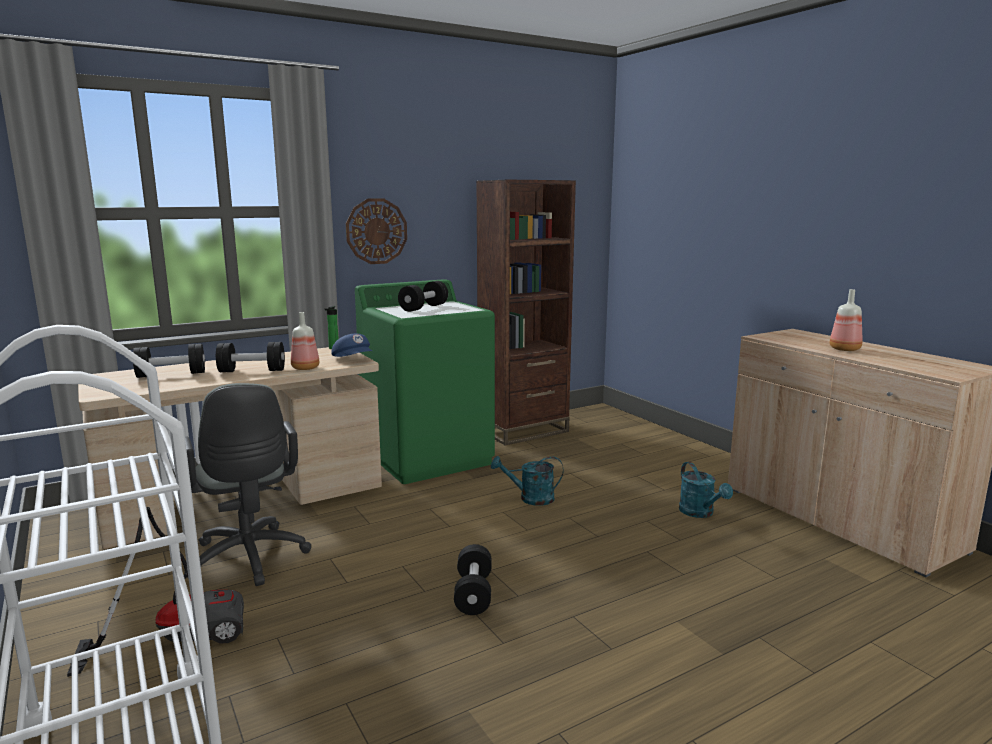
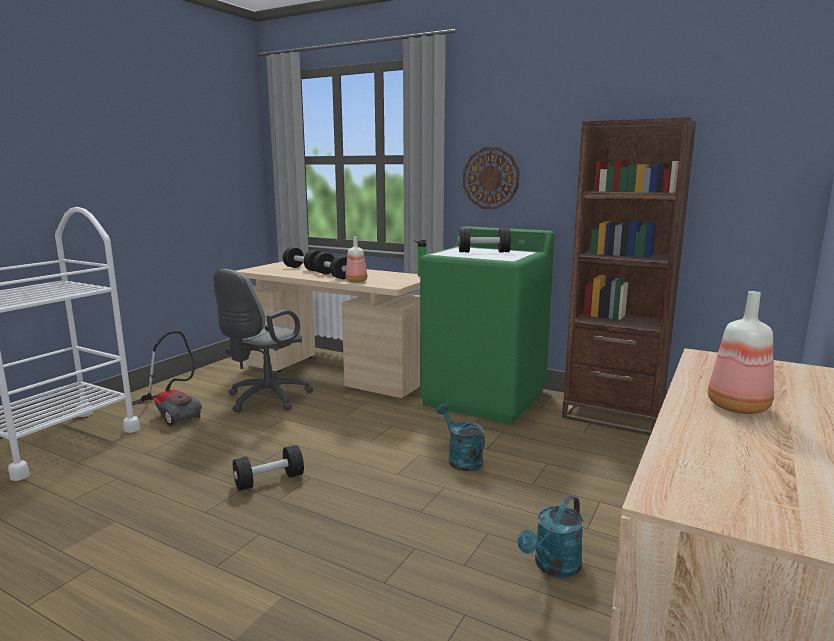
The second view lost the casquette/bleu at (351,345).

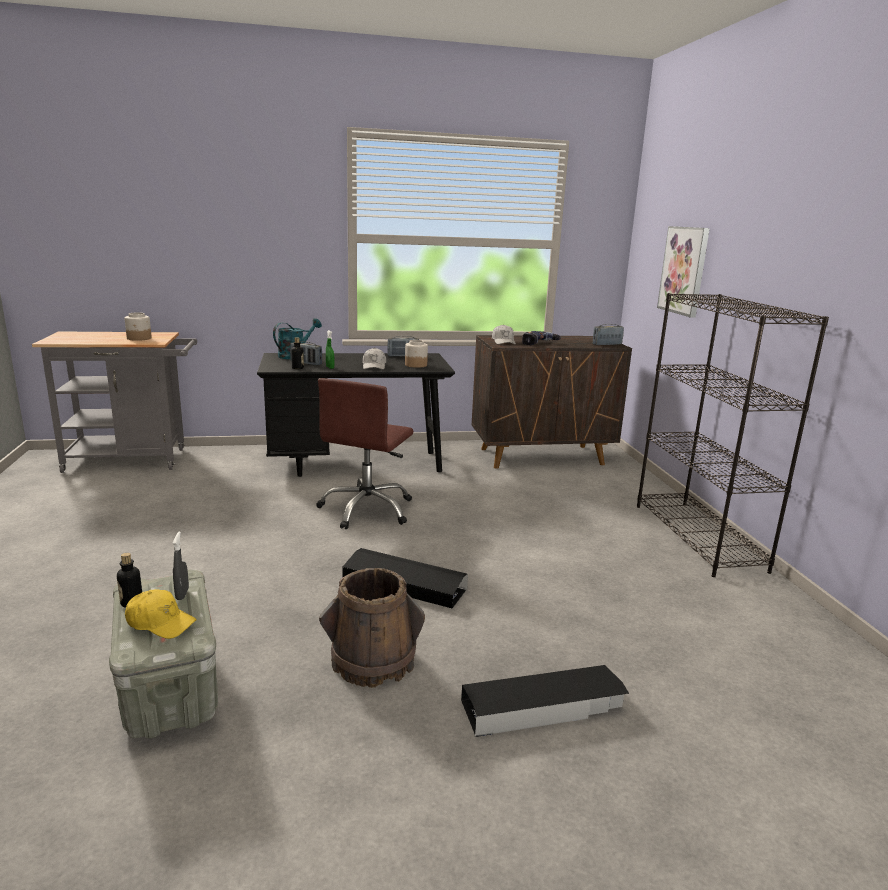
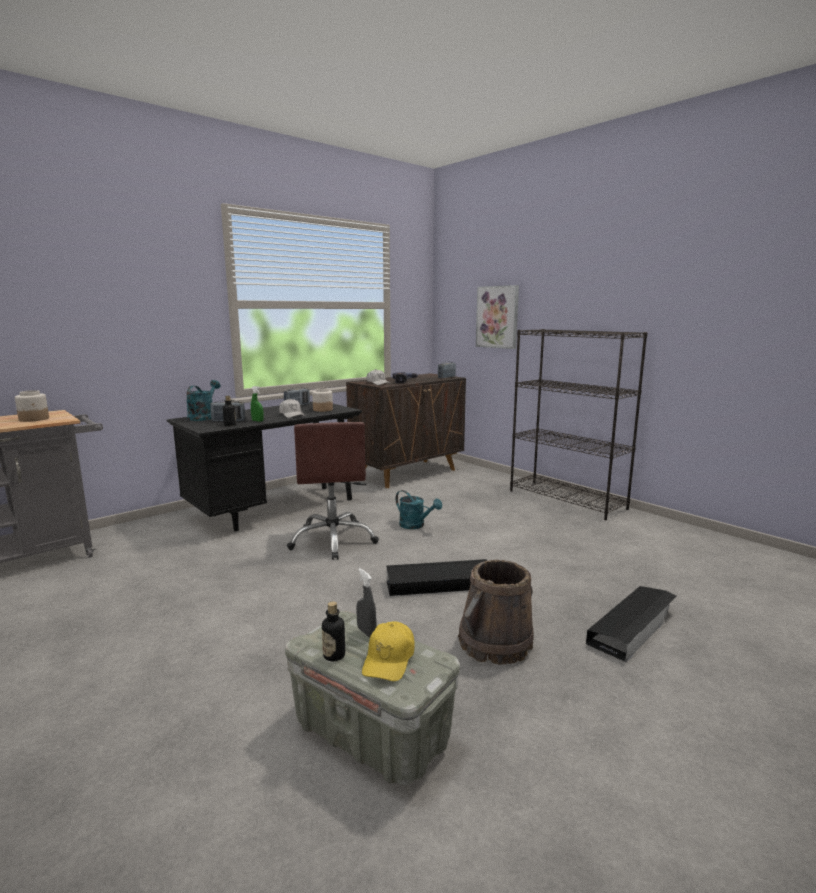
The casquette/jaune at (161,614) ended up facing another way, 120 degrees clockwise from before. The second view gained the arrosoir/turquoise at (419,509).

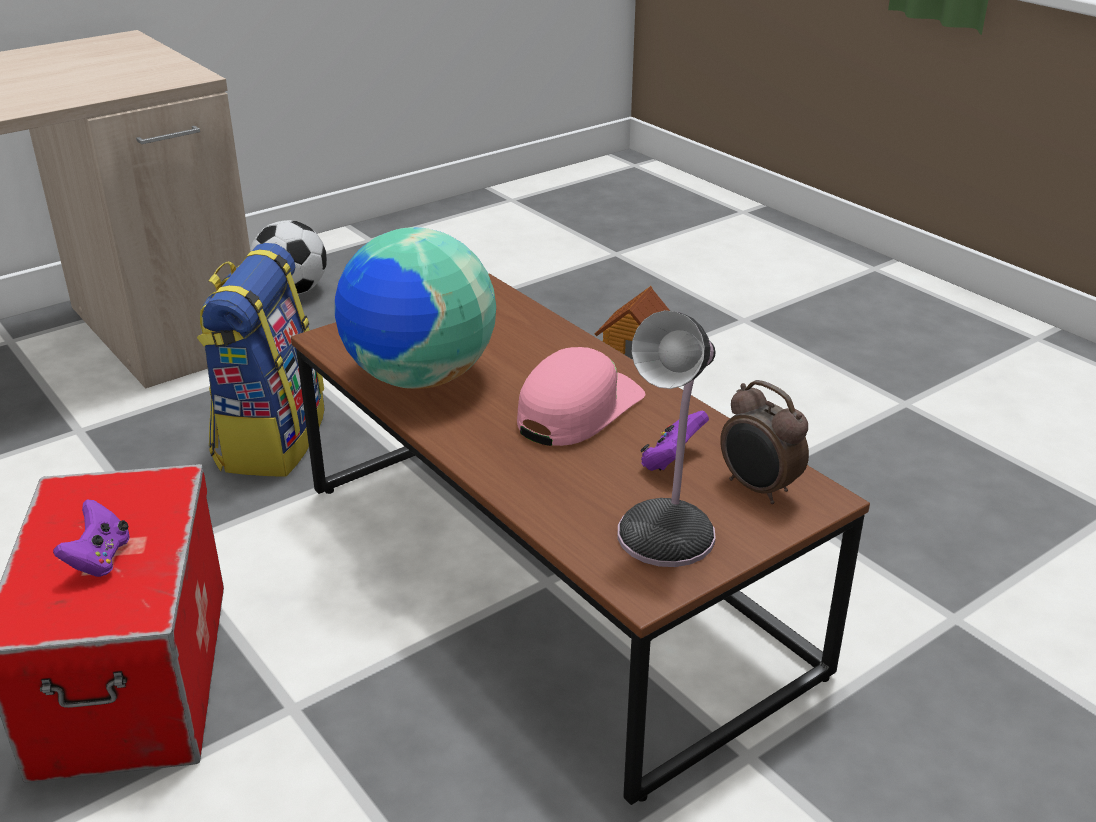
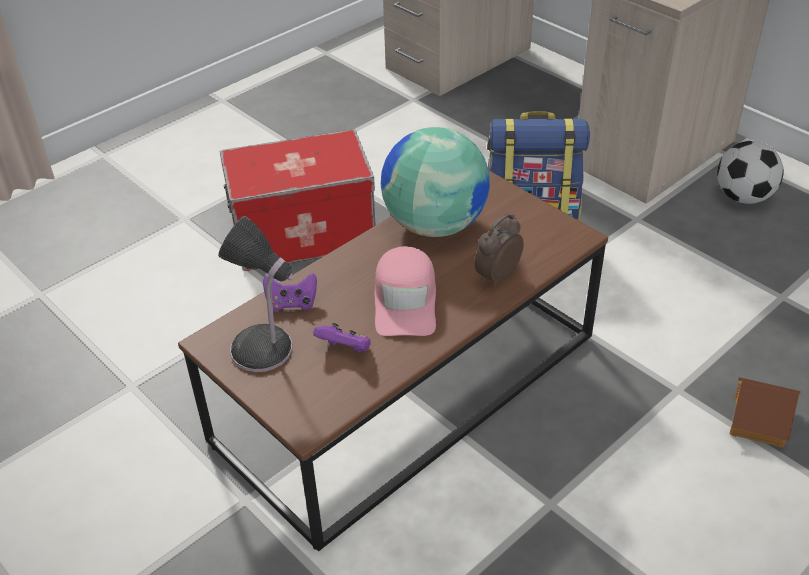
The manette/violet ended up elsewhere, having gone from (91,538) to (290,292). The casquette/rose at (581,396) ended up facing another way, 60 degrees clockwise from before. The réveil ended up elsewhere, having gone from (764,442) to (499,250).

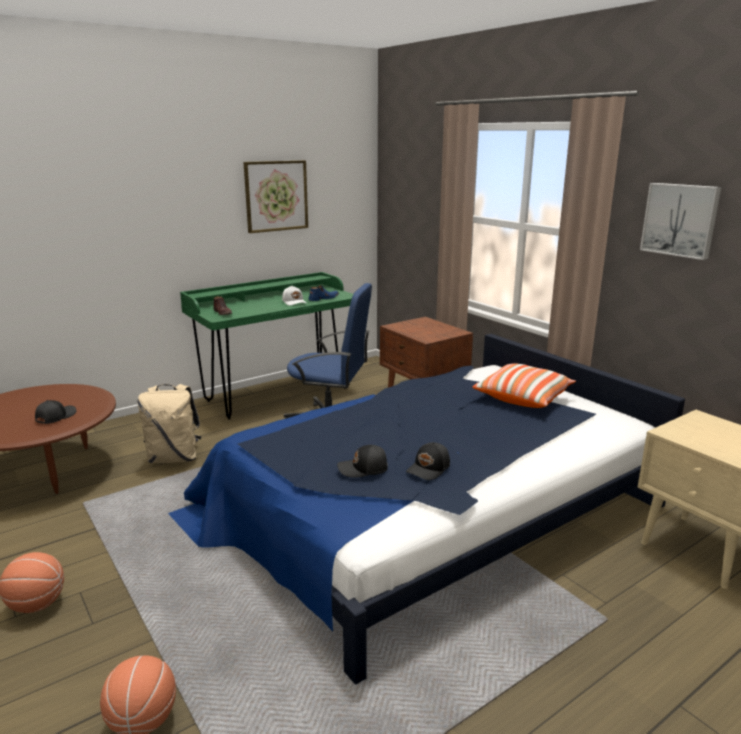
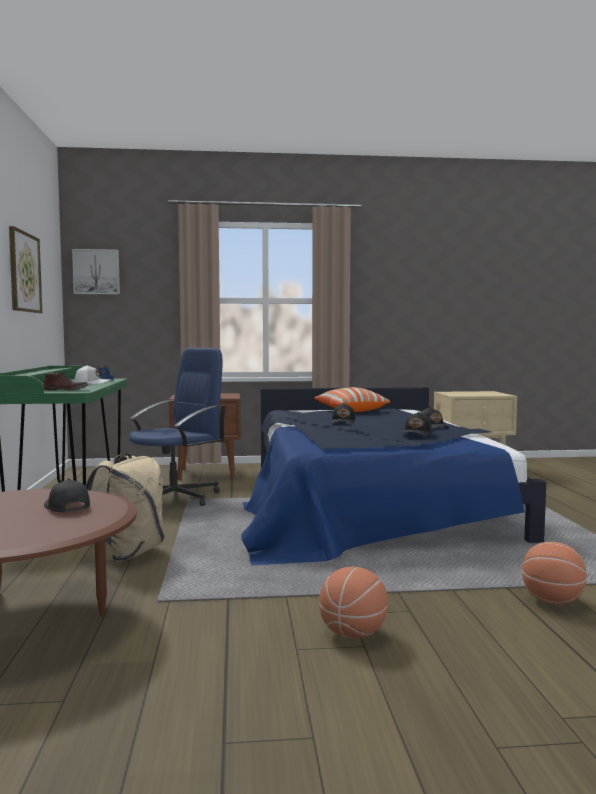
The tableau ended up elsewhere, having gone from (681,221) to (96,271). The second view gained the casquette/noir at (343,413).

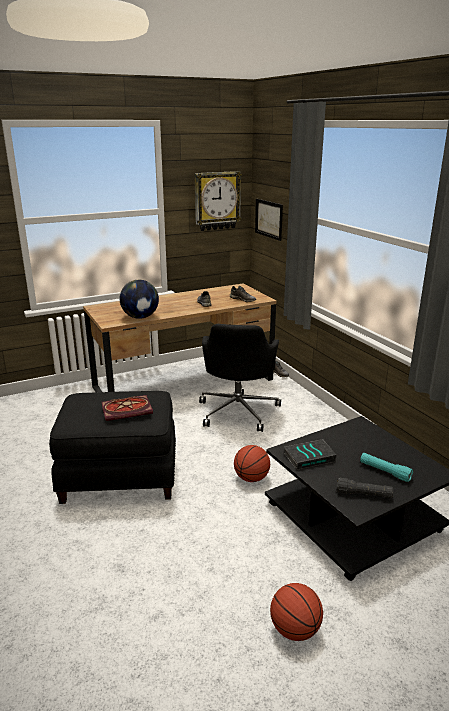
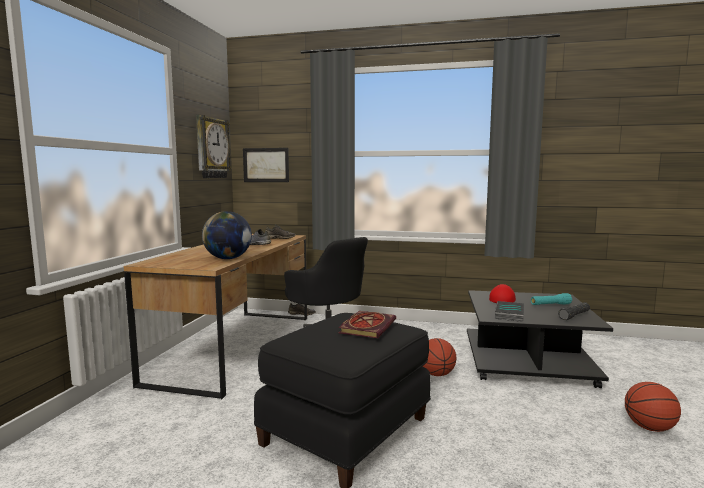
The second view gained the casquette/rouge at (502,293).

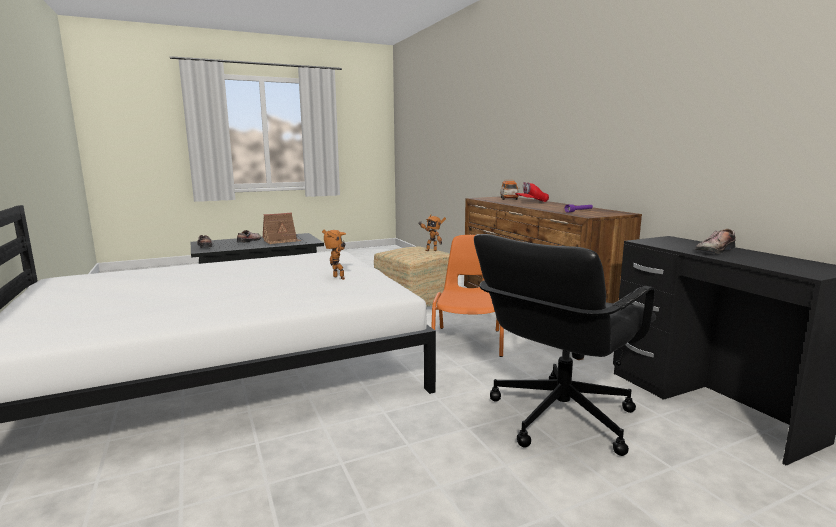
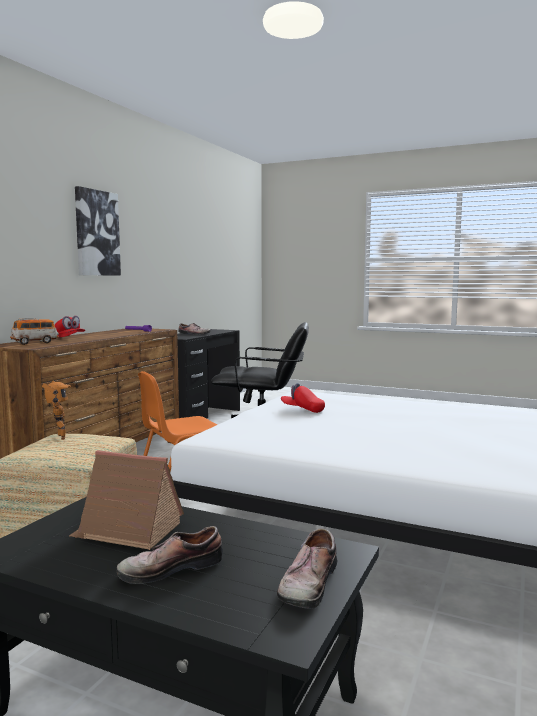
Where the robot jouet stood at (334,255), the casquette/rouge came to stand at (303,398). The second view gained the tableau at (98,231).

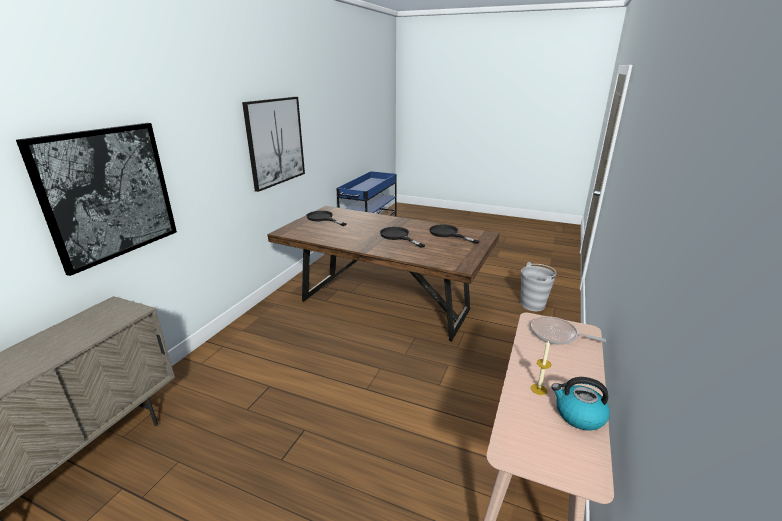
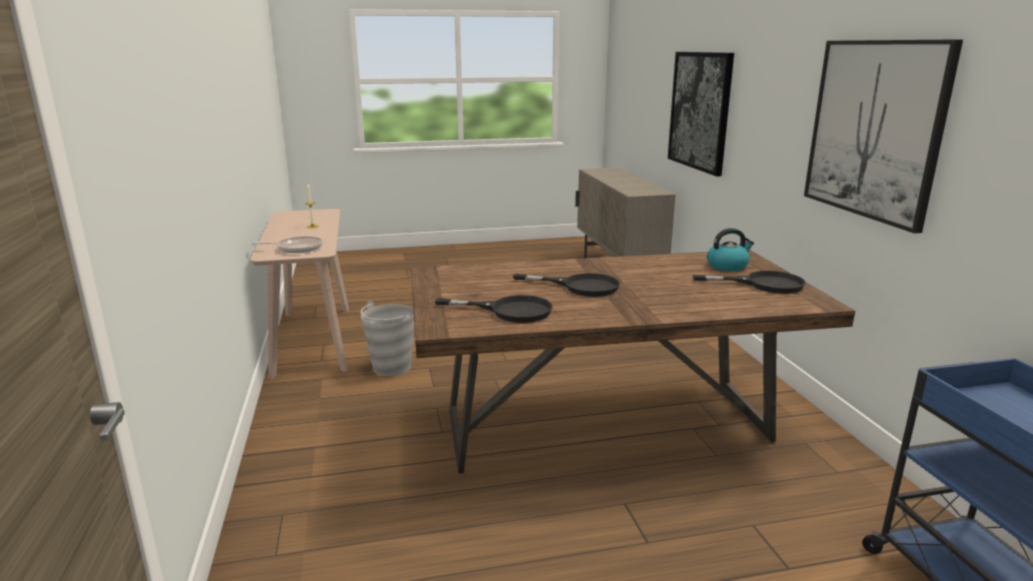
The seau/gris ended up elsewhere, having gone from (538,286) to (387,338). The bouilloire ended up elsewhere, having gone from (580,403) to (730,249).

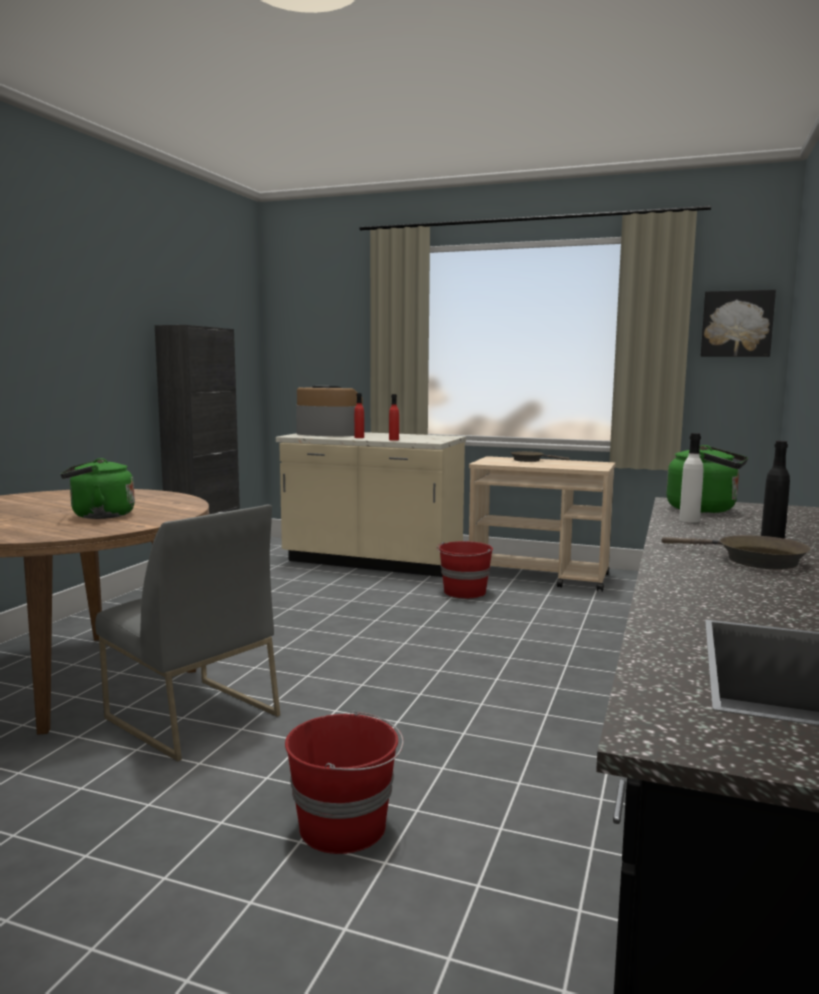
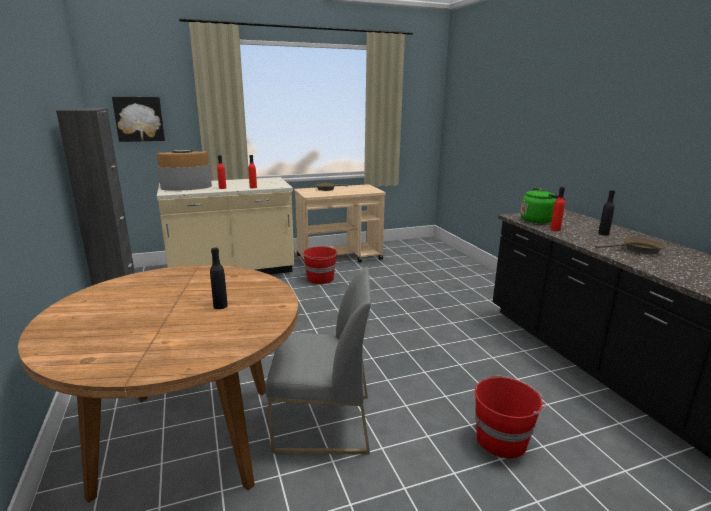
Where the bouilloire/vert stood at (98,488), the bouteille/noir came to stand at (219,278). What was the bouteille/blanc at (691,478) turned into the bouteille/rouge at (557,209). The tableau ended up elsewhere, having gone from (738,323) to (138,119).

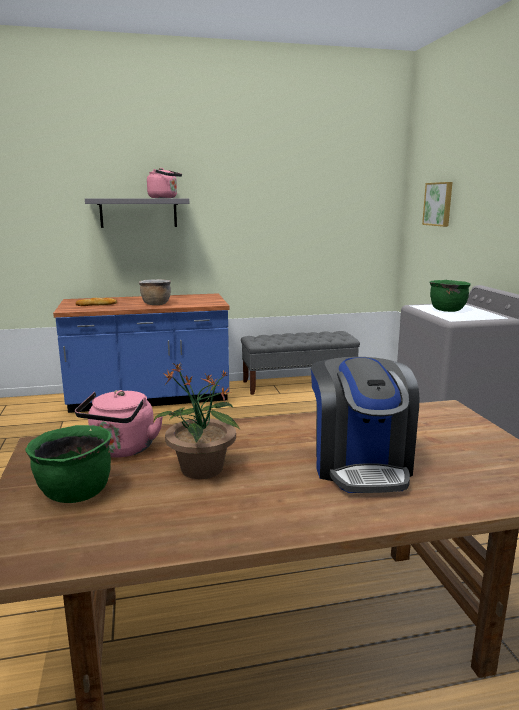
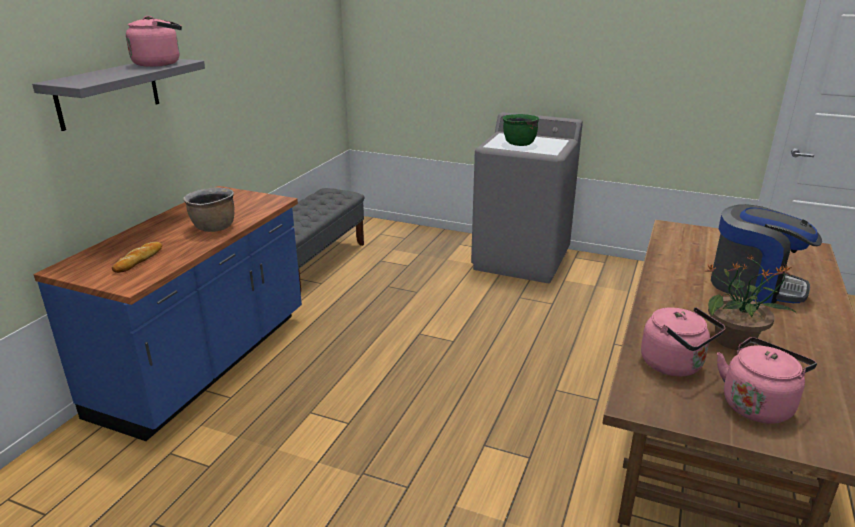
Where the marmite/vert stood at (68,464), the bouilloire/rose came to stand at (767,380). The second view lost the tableau at (437,204).

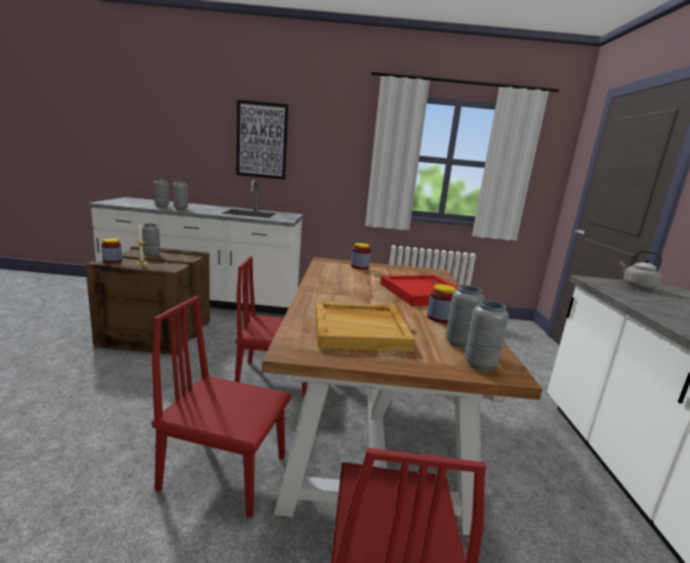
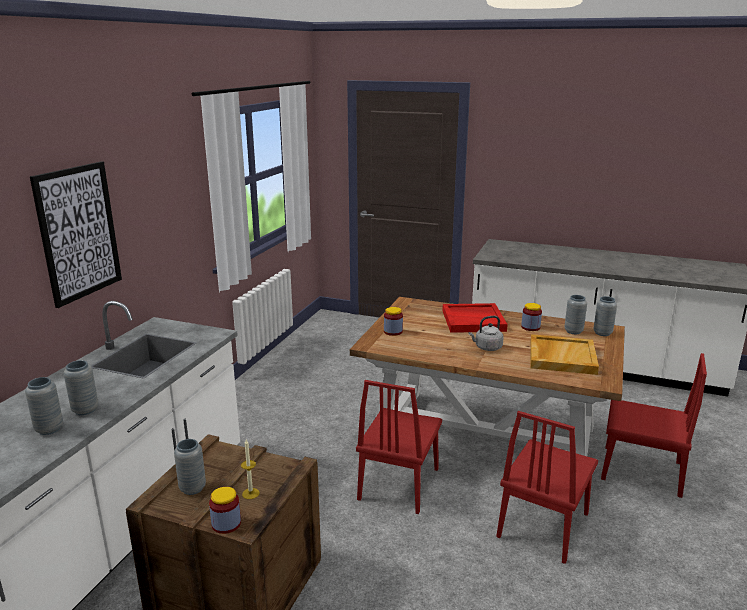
The bouilloire/gris ended up elsewhere, having gone from (641,269) to (486,333).

